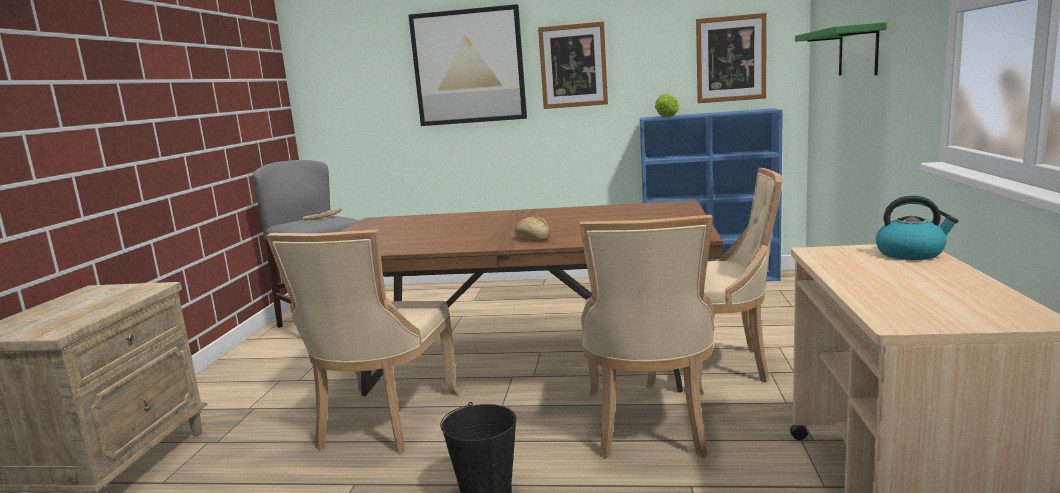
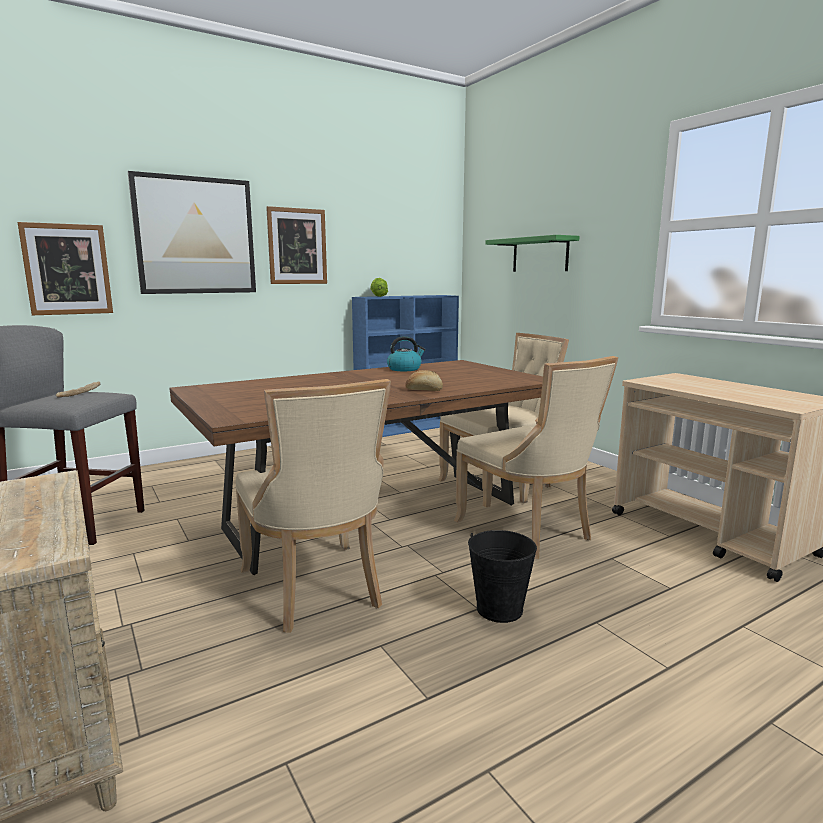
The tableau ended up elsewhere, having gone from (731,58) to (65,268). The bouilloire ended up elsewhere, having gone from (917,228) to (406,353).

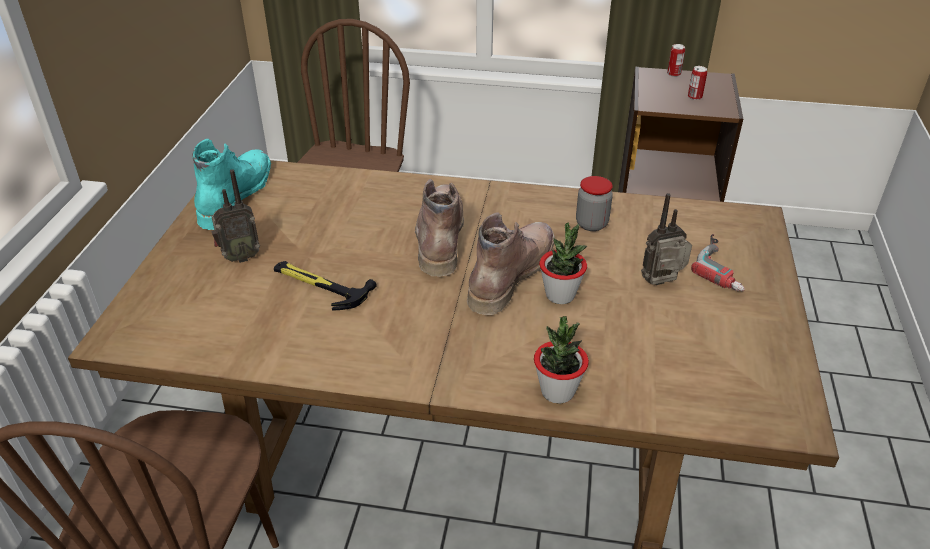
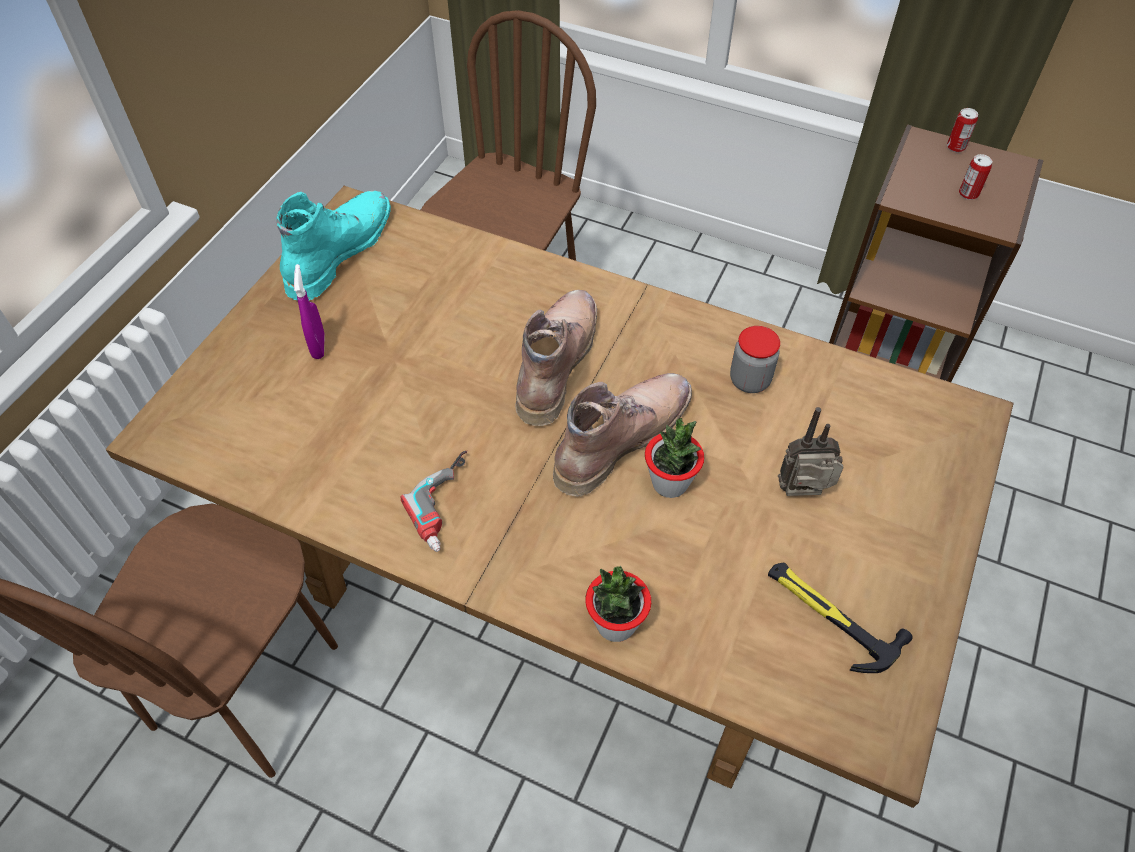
Where the radio stood at (235,216), the vaporisateur/violet came to stand at (309,311). The marteau ended up elsewhere, having gone from (325,285) to (840,618). The perceuse ended up elsewhere, having gone from (718,262) to (434,501).

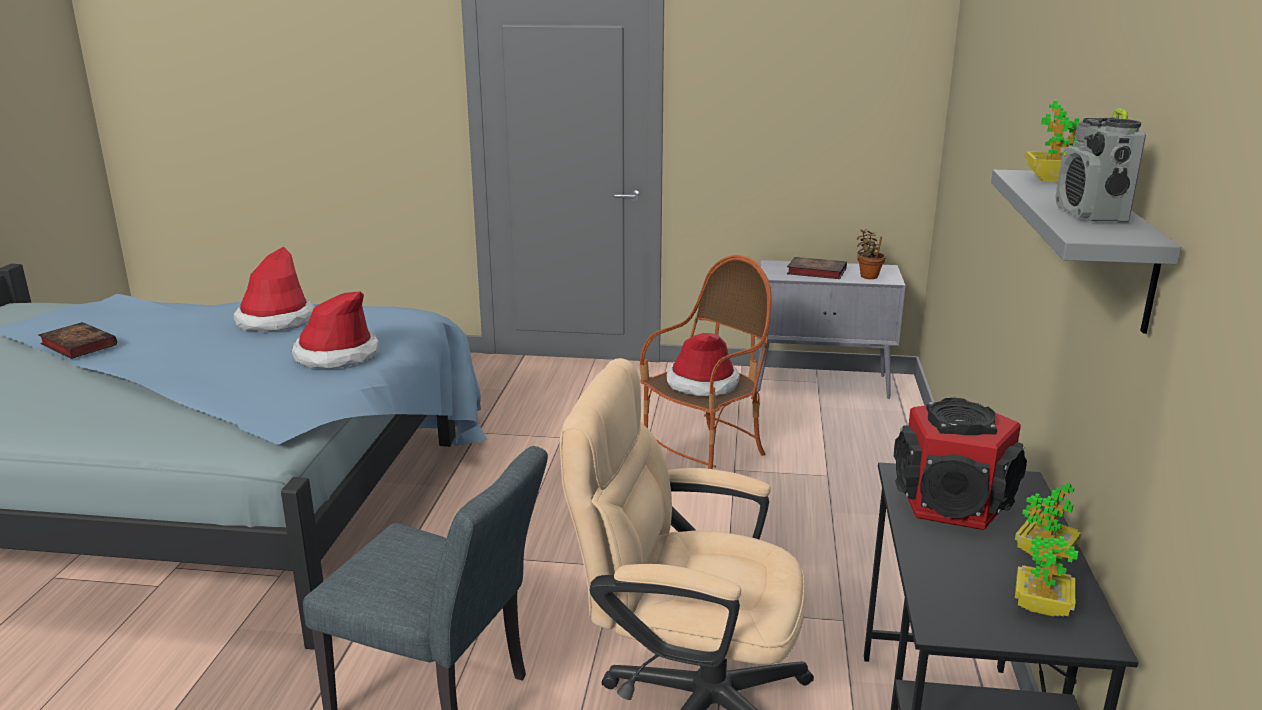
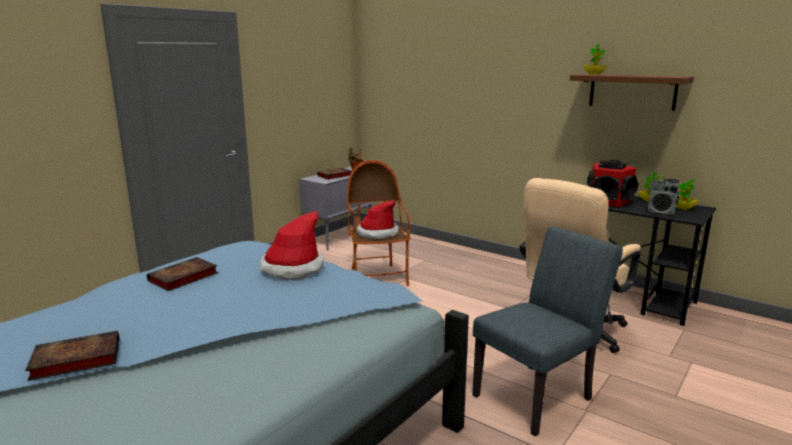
Where the chapeau stood at (274,288), the livre came to stand at (182,274). What was the étagère/gris at (1086,252) turned into the étagère/marron at (632,92). The radio ended up elsewhere, having gone from (1100,165) to (664,195).

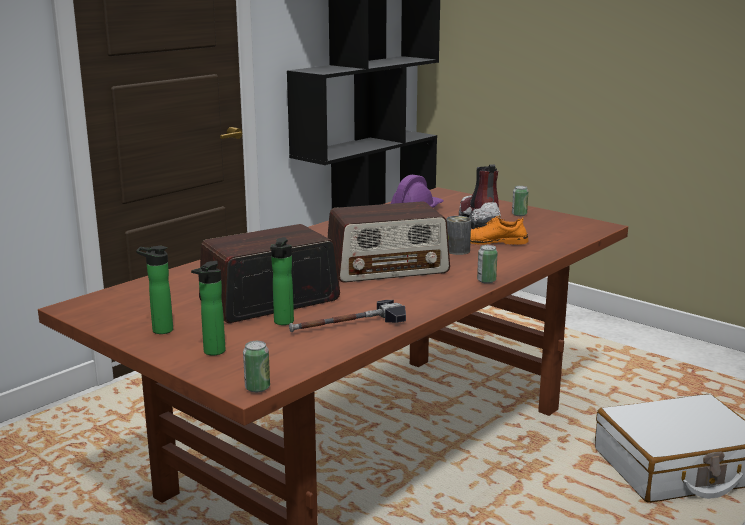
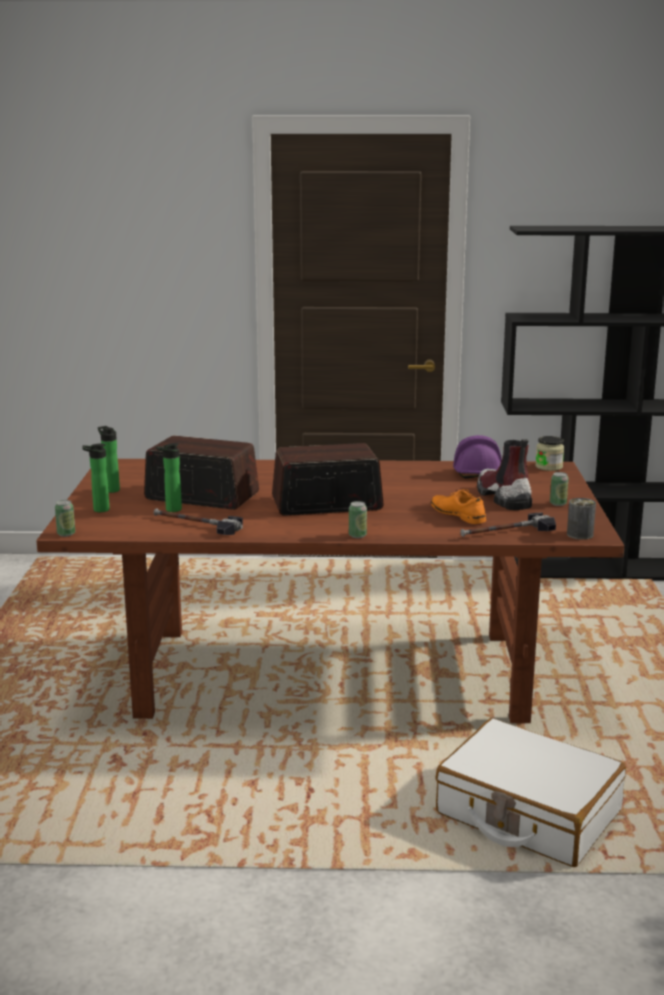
The radio at (388,242) ended up facing another way, 135 degrees clockwise from before. The boîte métallique ended up elsewhere, having gone from (458,235) to (581,519). The botte at (480,196) ended up facing another way, 60 degrees counterclockwise from before. The second view gained the marteau at (508,525). The second view gained the bocal at (549,453).

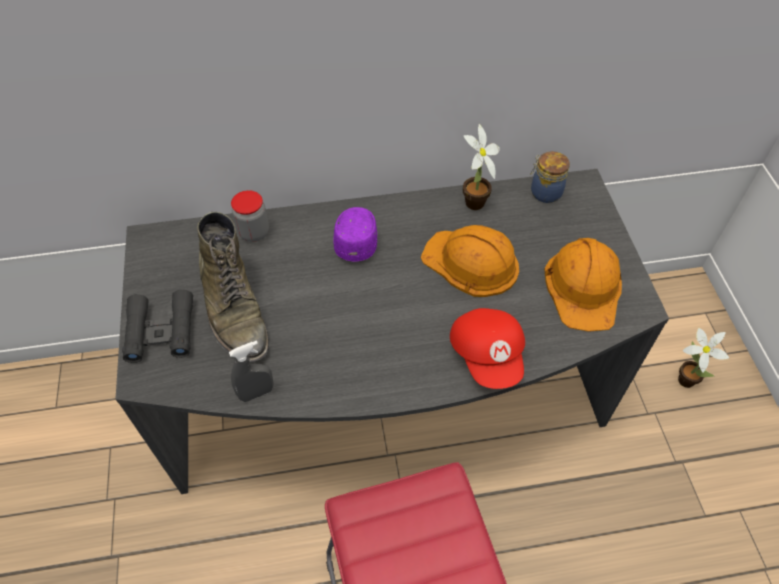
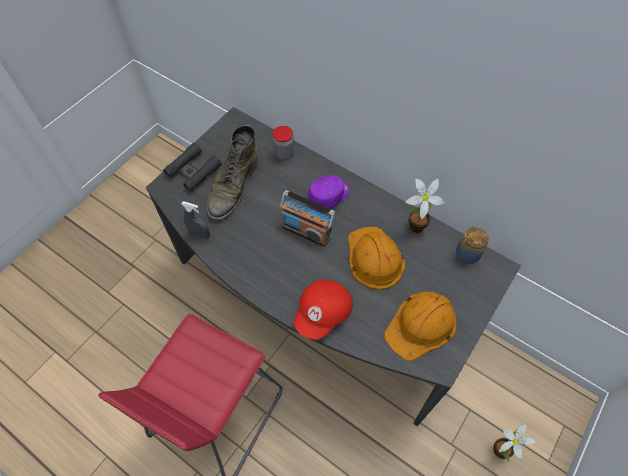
The second view gained the radio at (307,218).

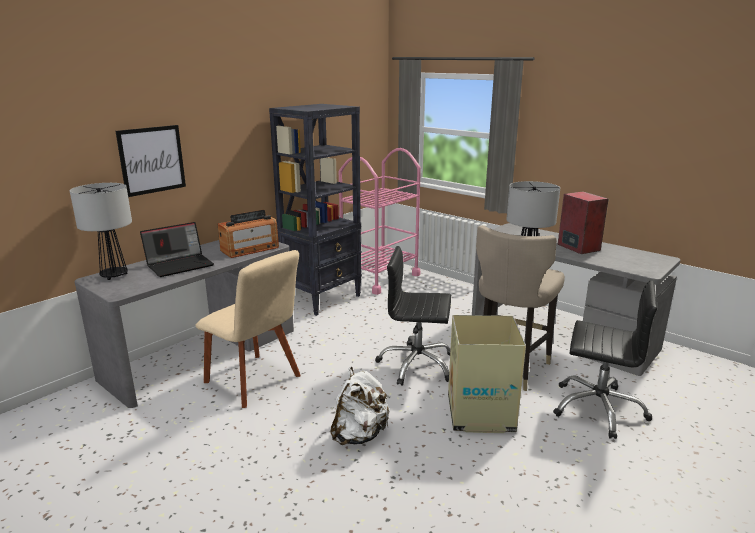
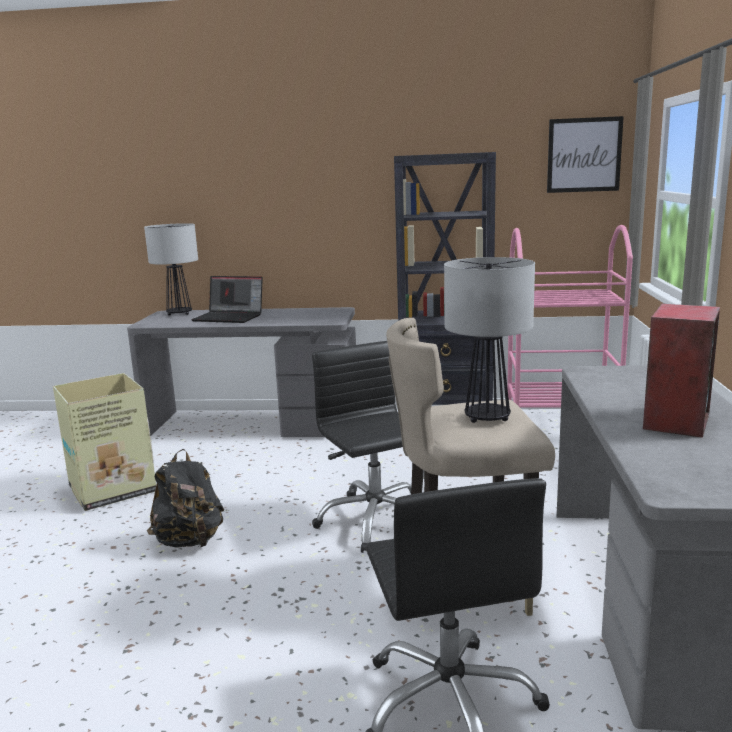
The tableau ended up elsewhere, having gone from (150,161) to (585,154). The second view lost the chaise/beige at (247,329). The second view lost the radio at (248,234). What was the sac à dos/blanc at (359,406) turned into the sac à dos/noir at (185,498). The carton ended up elsewhere, having gone from (487,374) to (104,442).

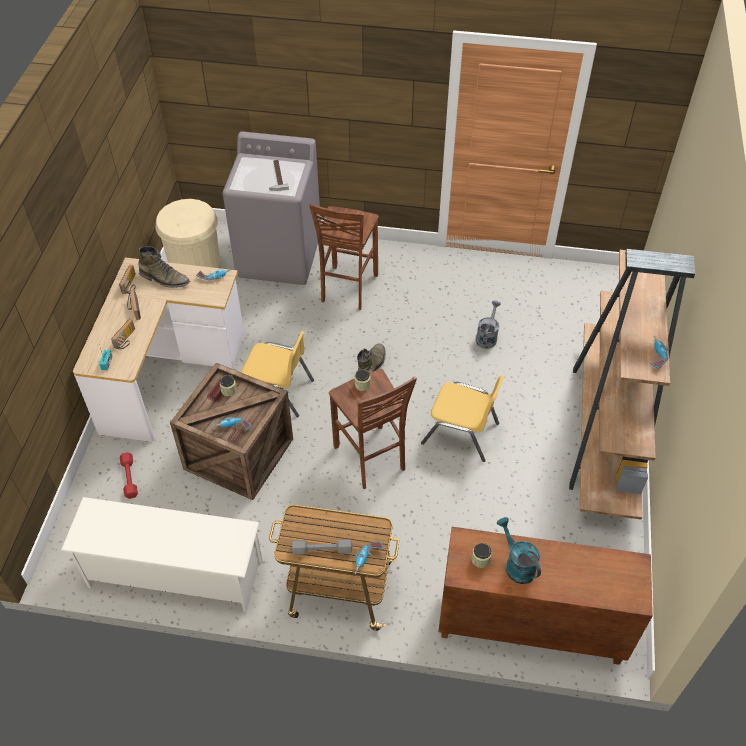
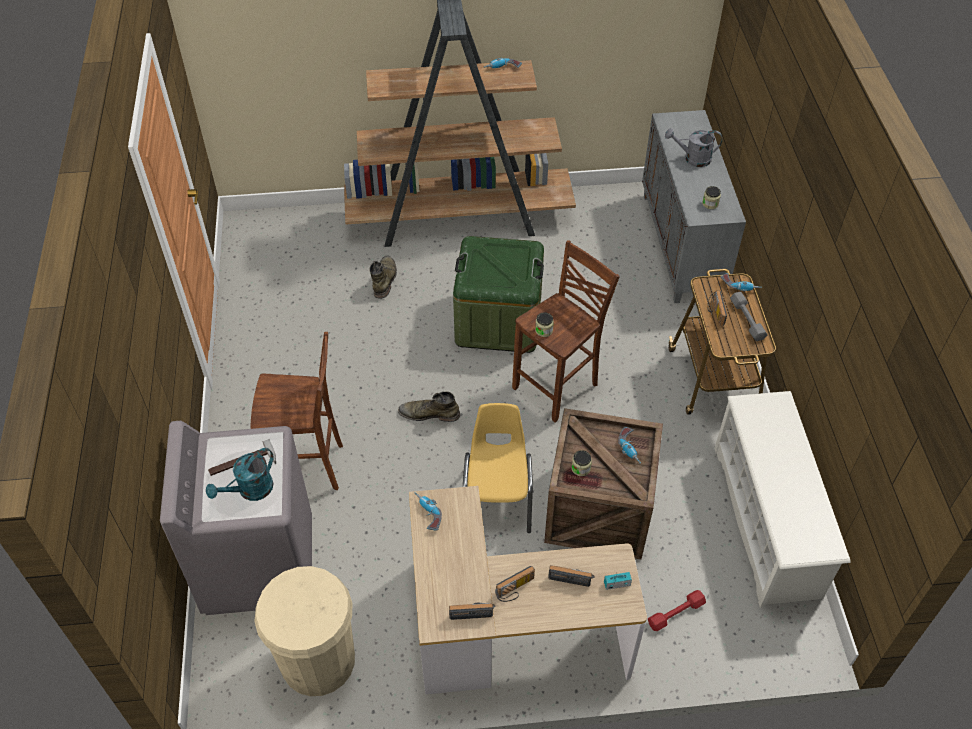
The botte/vert ended up elsewhere, having gone from (164,267) to (383,277). Where the chaise/jaune stood at (462,418), the boîte de rangement/vert came to stand at (498,294). What was the meuble de rangement/marron at (545,596) turned into the meuble de rangement/gris at (694,206). The arrosoir/gris ended up elsewhere, having gone from (488,324) to (693,147). The arrosoir/turquoise ended up elsewhere, having gone from (519,550) to (240,474). The second view gained the radio at (717,308).

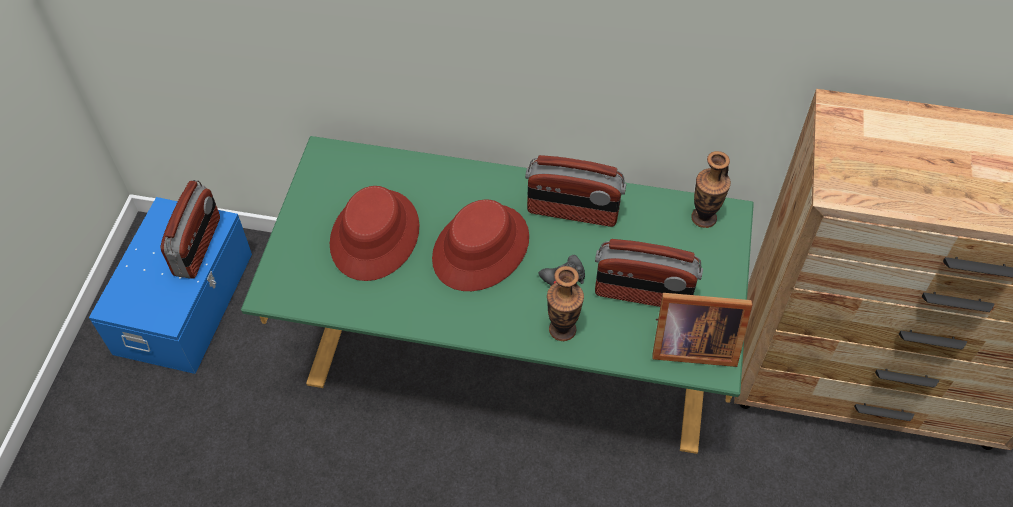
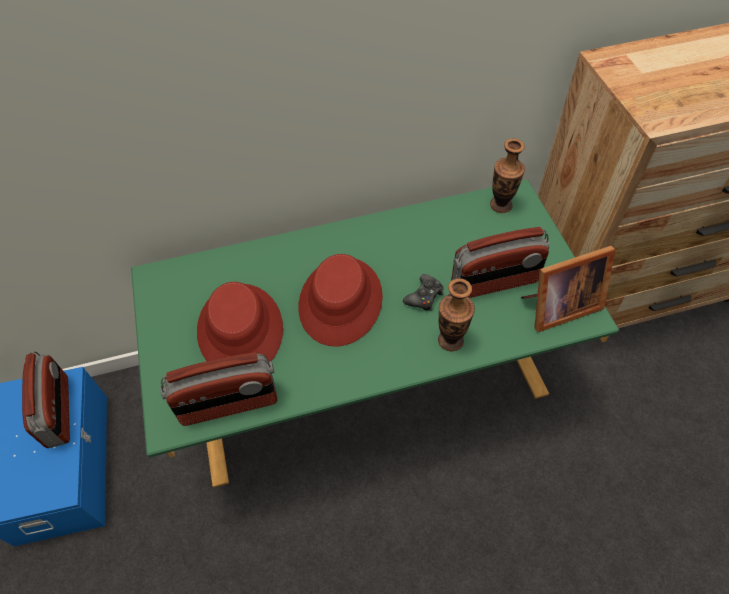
The radio ended up elsewhere, having gone from (575,191) to (218,389).

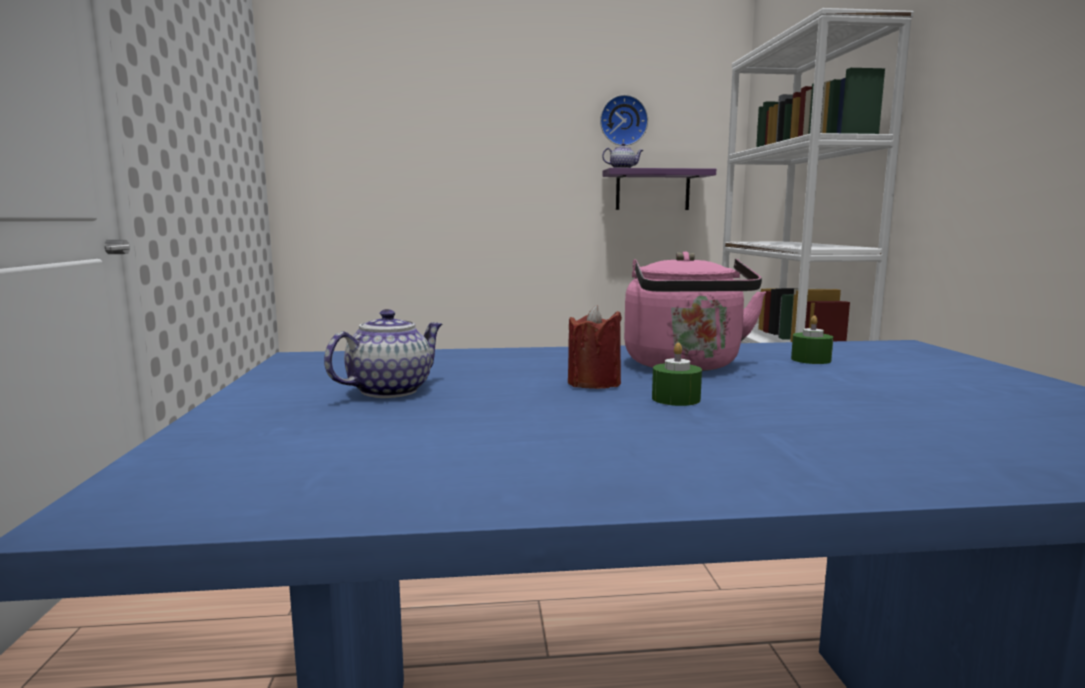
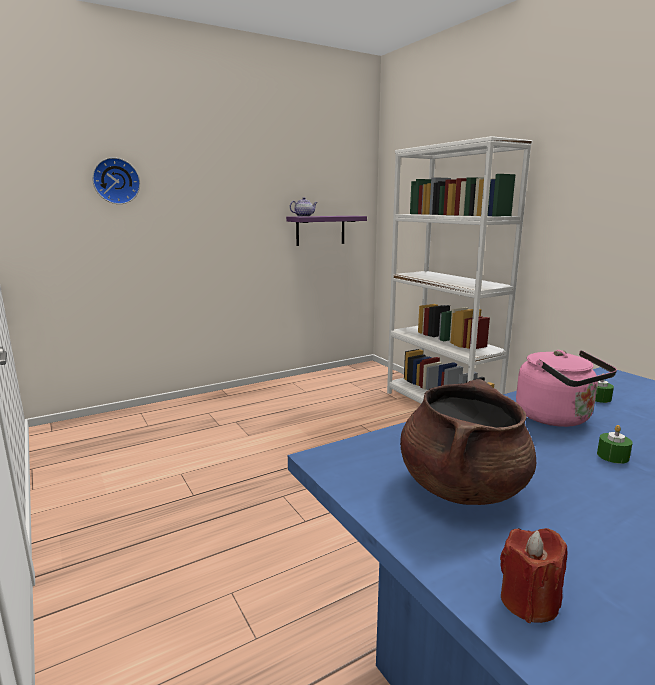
Where the théière stood at (383,353), the marmite/marron came to stand at (468,442). The bougie/rouge ended up elsewhere, having gone from (595,347) to (533,575). The horloge murale ended up elsewhere, having gone from (624,120) to (116,180).

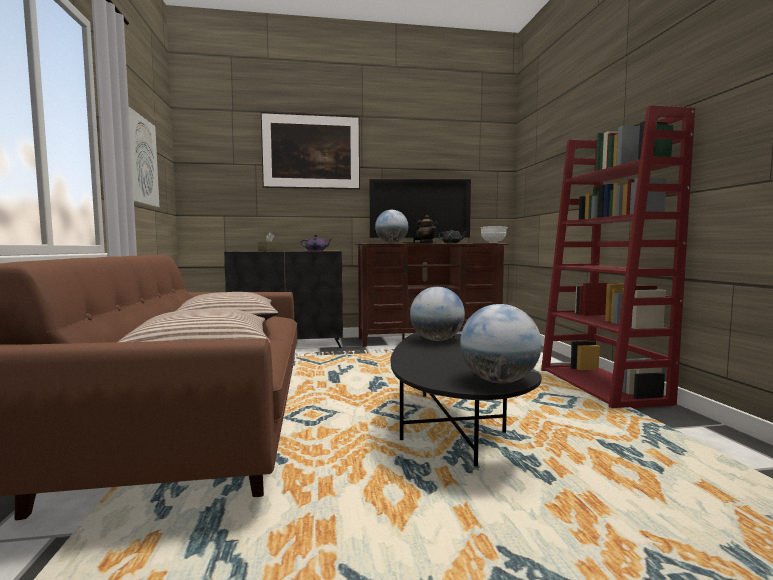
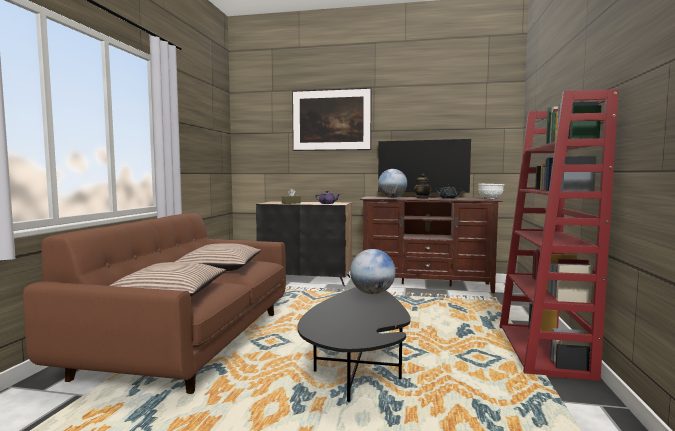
The second view lost the tableau at (144,157). The second view lost the globe at (501,343).

